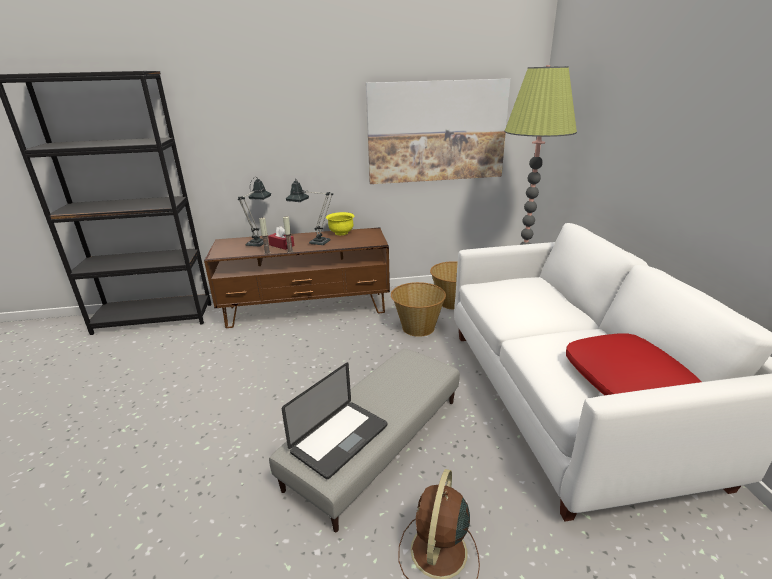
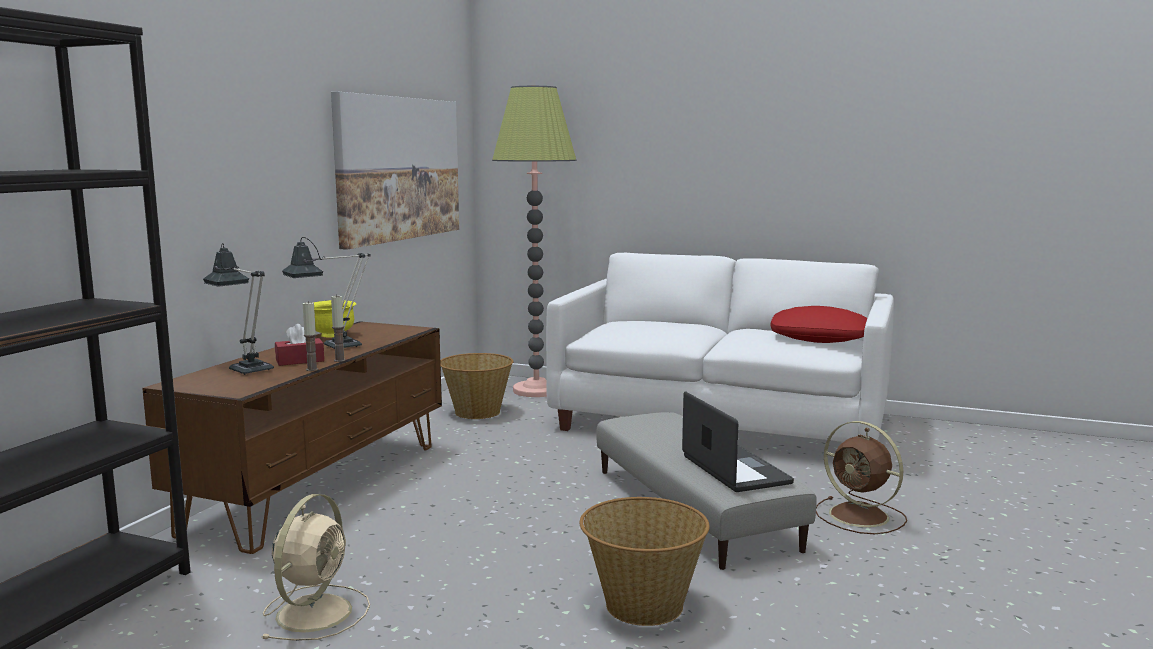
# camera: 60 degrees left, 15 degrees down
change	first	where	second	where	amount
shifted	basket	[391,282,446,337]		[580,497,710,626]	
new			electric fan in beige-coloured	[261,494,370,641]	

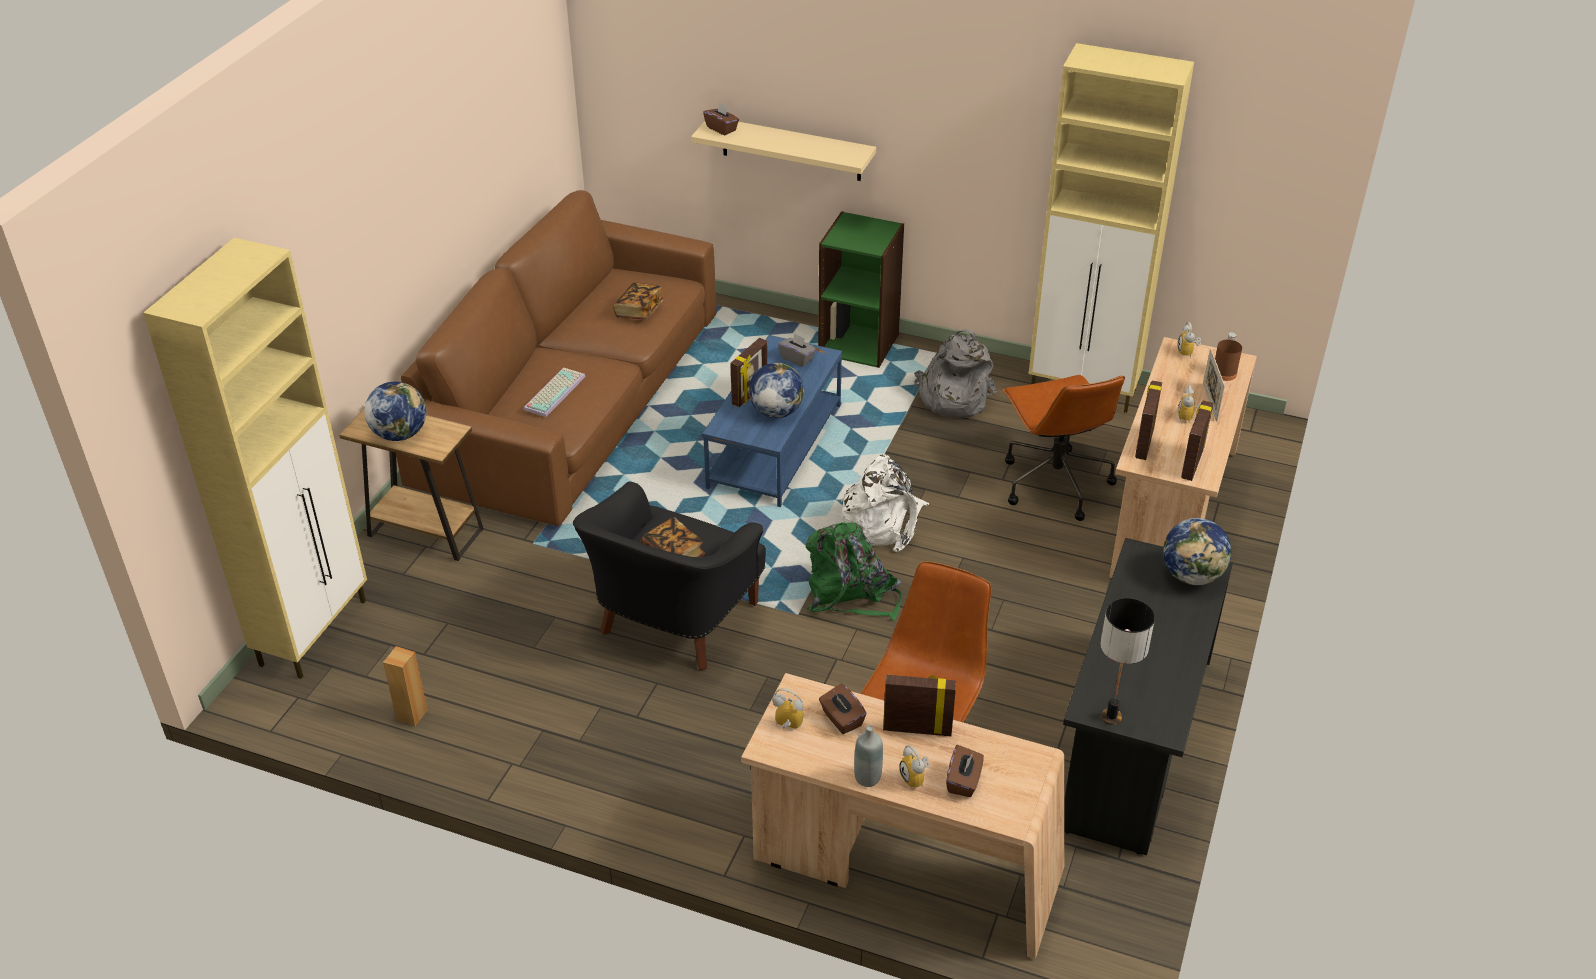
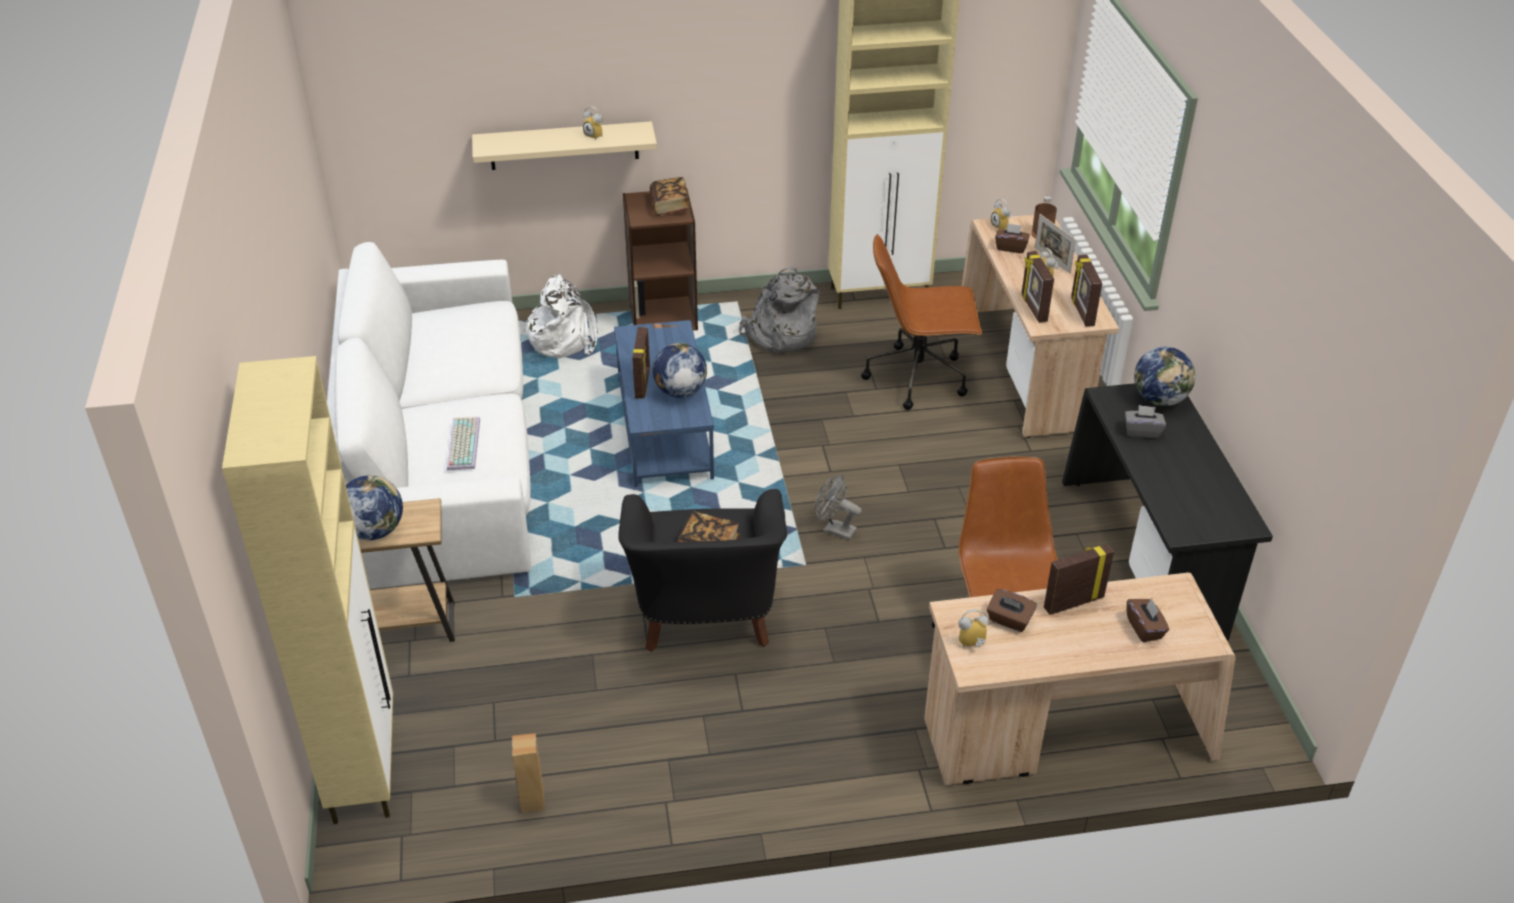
# camera: 30 degrees left, 0 degrees up
change	first	where	second	where	amount
repainted	settee in brown-coloured	[396,190,716,526]	settee in white	[327,242,531,589]	
shifted	volume	[613,283,664,320]		[650,177,690,216]	
shifted	tissue holder in brown-coloured	[703,102,739,135]		[995,223,1030,253]	
shifted	tissue holder in gray	[778,333,816,367]		[1125,405,1166,438]	
swapped	backpack in green-coloured	[806,522,901,620]	electric fan in gray	[815,475,862,540]	
repainted	shelving unit in green-coloured	[818,211,904,368]	shelving unit in brown-coloured	[623,188,698,331]	
shifted	backpack in white	[841,454,930,552]		[522,274,598,359]	
gone	drink bottle in gray	[854,725,883,787]			
shifted	alarm clock	[899,745,930,788]		[583,106,603,140]	
rotated	office chair in brown-coloured	[1003,375,1125,521]		[861,234,982,410]	135 degrees clockwise
gone	lamp for a table	[1100,598,1155,725]			

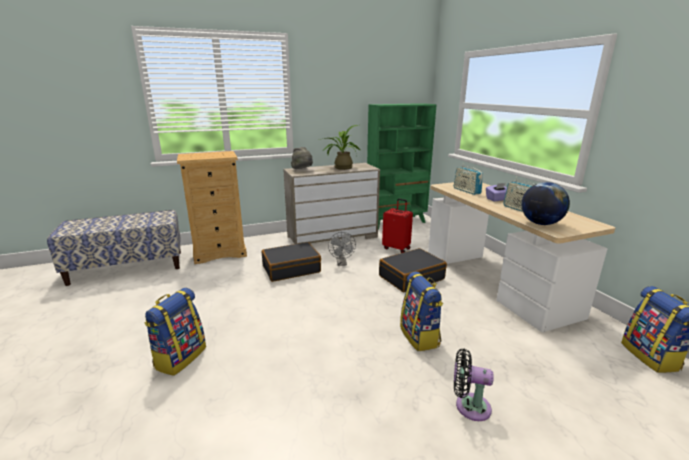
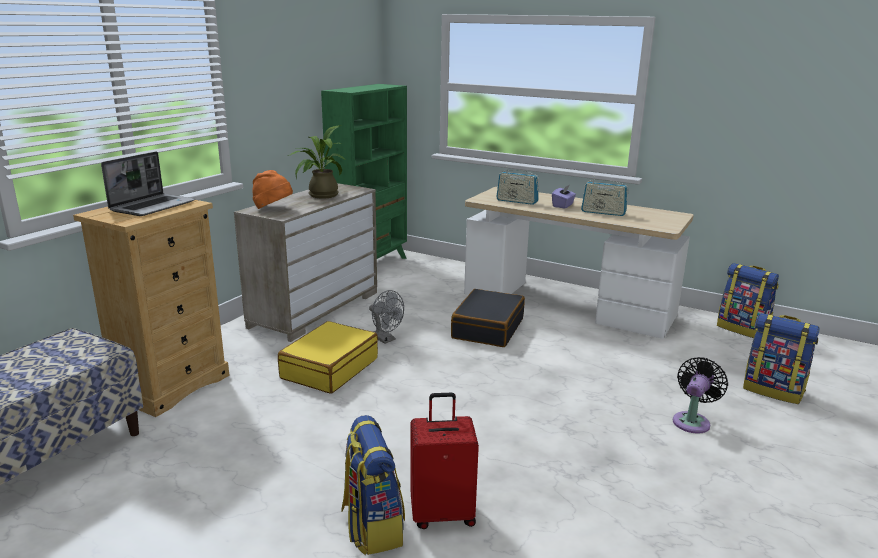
# camera: 40 degrees left, 0 degrees up
change	first	where	second	where	amount
repainted	piece of luggage in black	[261,242,321,282]	piece of luggage in yellow-coloured	[278,321,378,394]	
repainted	hat in gray	[291,147,313,169]	hat in orange	[252,170,293,209]	
shifted	piece of luggage in red	[382,199,413,253]		[410,393,479,529]	
shifted	backpack	[400,272,443,351]		[743,313,820,404]	
rotated	electric fan in black	[454,349,494,421]		[673,357,728,434]	150 degrees clockwise
gone	globe	[521,182,570,225]			
new			portable computer	[101,152,195,216]	

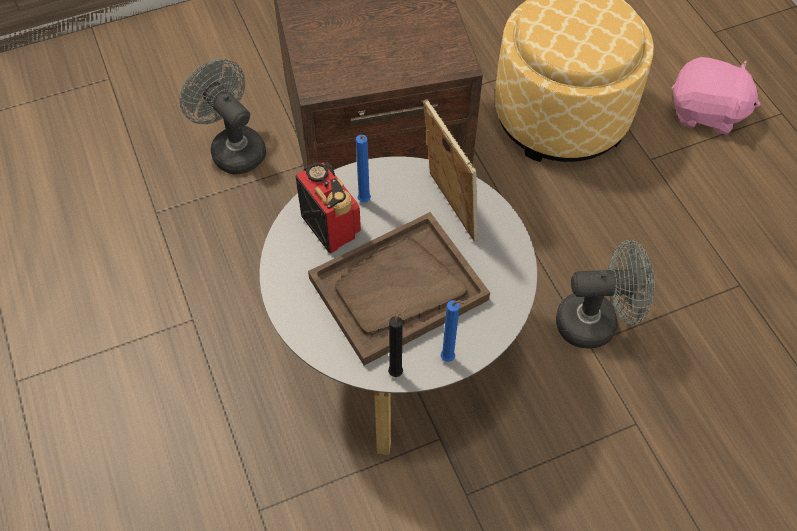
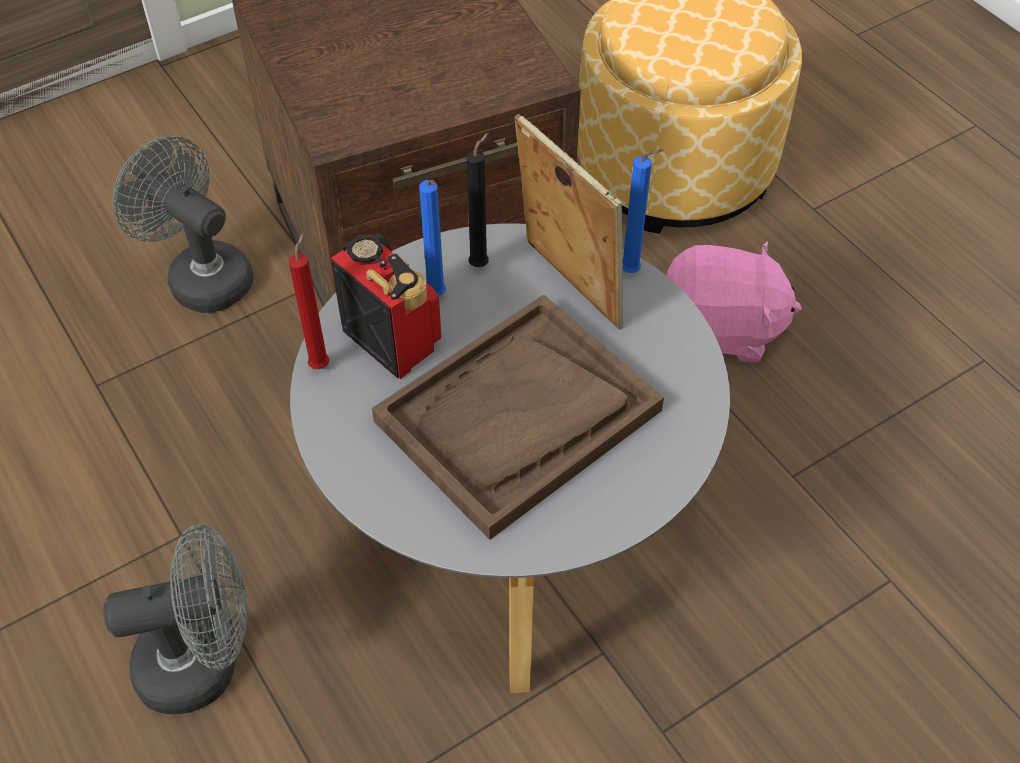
# camera: 10 degrees left, 5 degrees down
change	first	where	second	where	amount
shifted	wax candle in black	[388,308,407,377]		[467,133,489,267]	
shifted	wax candle in blue-coloured	[441,300,467,362]		[622,149,663,273]	
shifted	electric fan in gray	[556,240,655,349]		[103,525,247,714]	
shifted	cuddly toy in pinkish	[672,57,761,135]		[666,242,802,362]	
new			wax candle in red	[289,232,330,369]	

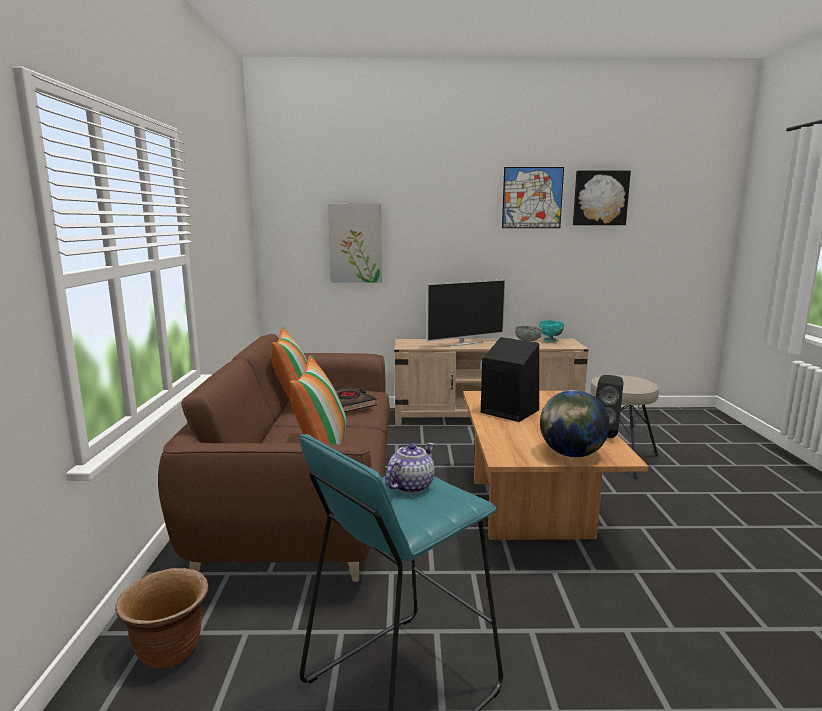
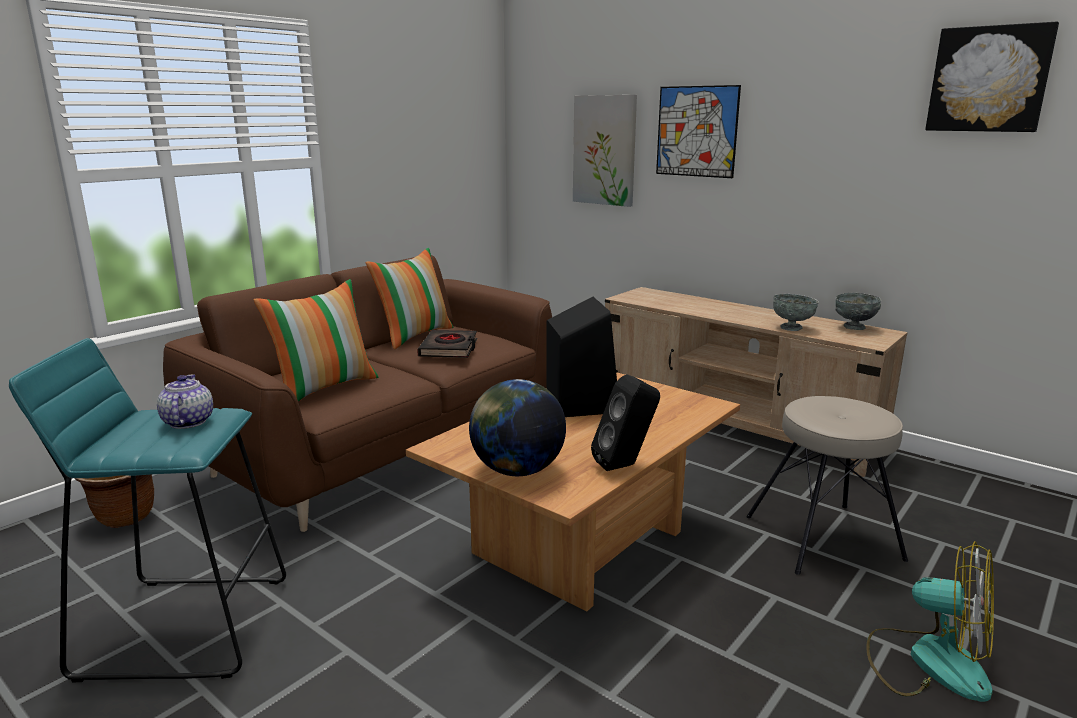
# camera: 40 degrees right, 5 degrees up
change	first	where	second	where	amount
rotated	pot for tea	[385,443,435,494]		[157,374,213,429]	90 degrees counterclockwise
gone	TV	[427,279,506,347]			
shifted	wall picture	[502,167,564,228]		[656,85,741,178]	
repainted	deep dish in blue-green	[539,320,564,342]	deep dish in gray	[835,292,881,330]	
new			electric fan	[866,541,994,702]	

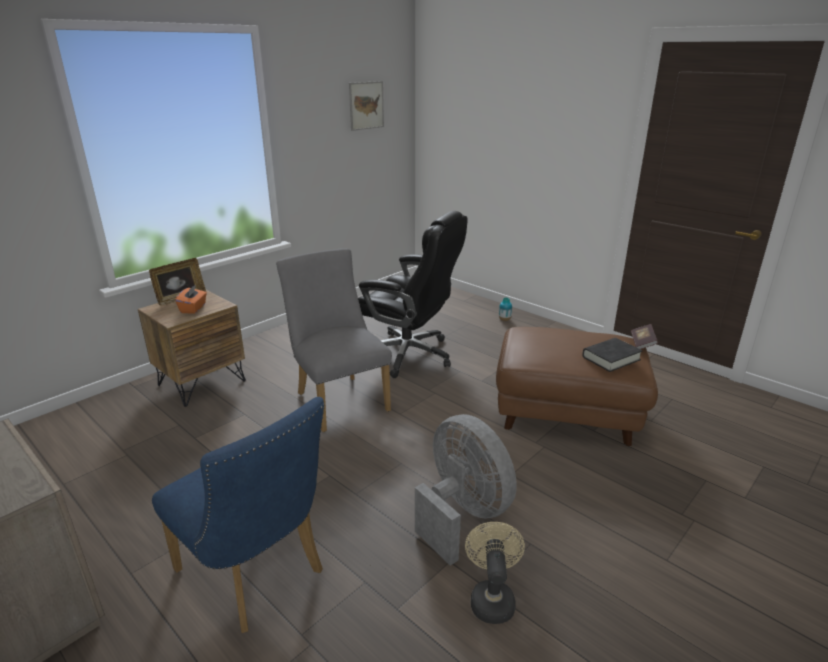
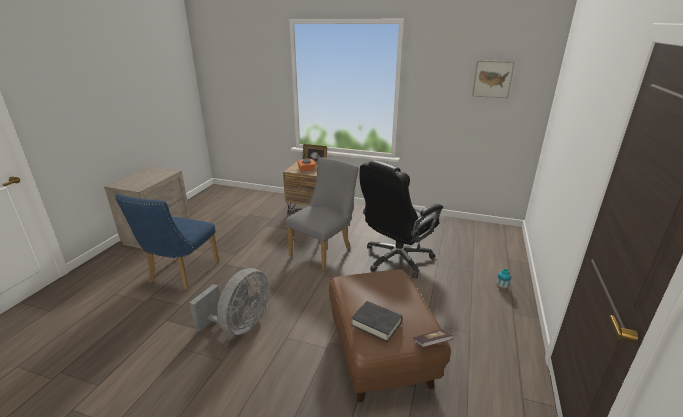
# camera: 65 degrees right, 0 degrees up
change	first	where	second	where	amount
rotated	office chair in black	[358,211,468,378]		[360,160,443,279]	45 degrees clockwise
gone	electric fan in beige-coloured	[465,522,525,624]			

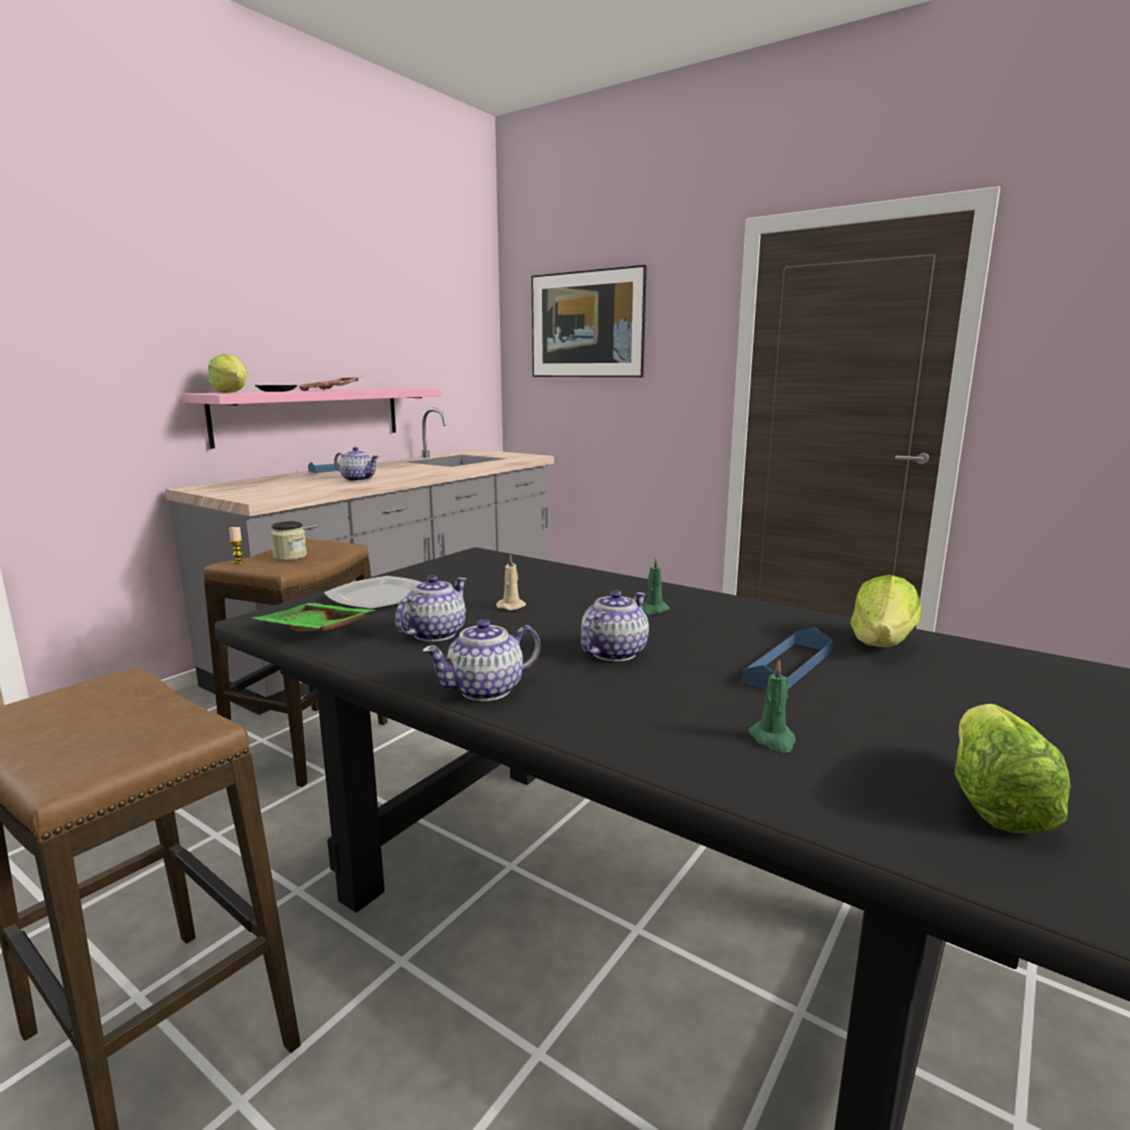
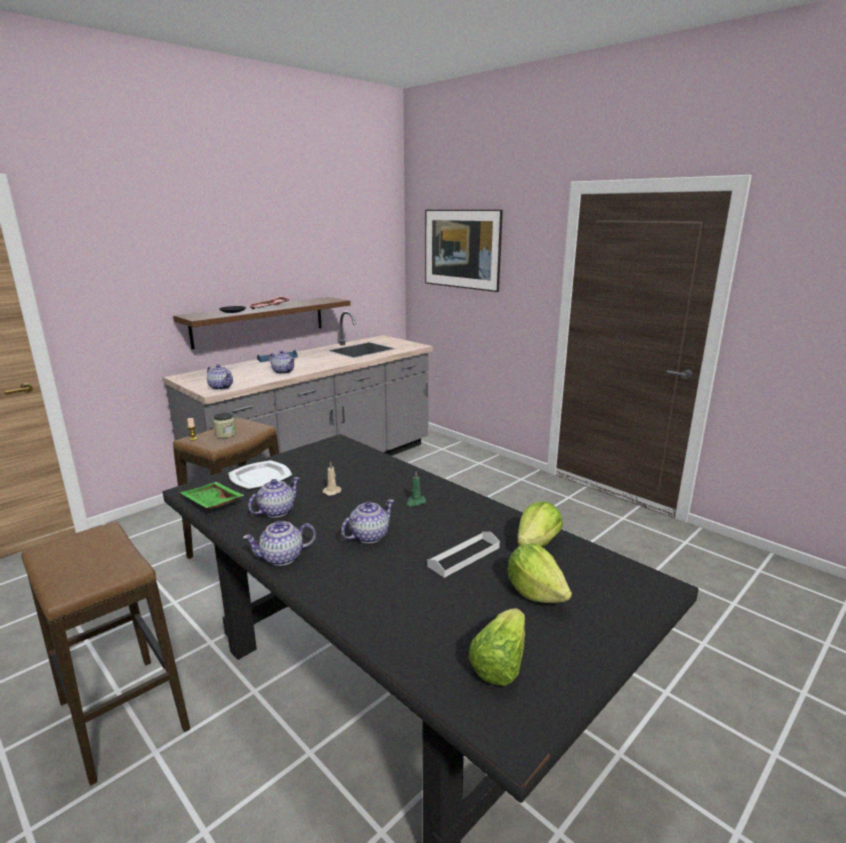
# camera: 10 degrees right, 5 degrees up
change	first	where	second	where	amount
repainted	shelf in pinkish	[182,388,441,449]	shelf in brown-coloured	[173,297,351,349]	
shifted	lettuce	[208,354,247,393]		[507,543,572,603]	
repainted	serving tray in blue-coloured	[742,627,833,689]	serving tray in white	[427,532,500,578]	
gone	wax candle in green-coloured	[748,660,796,753]			
new			pot for tea	[207,364,233,390]	

